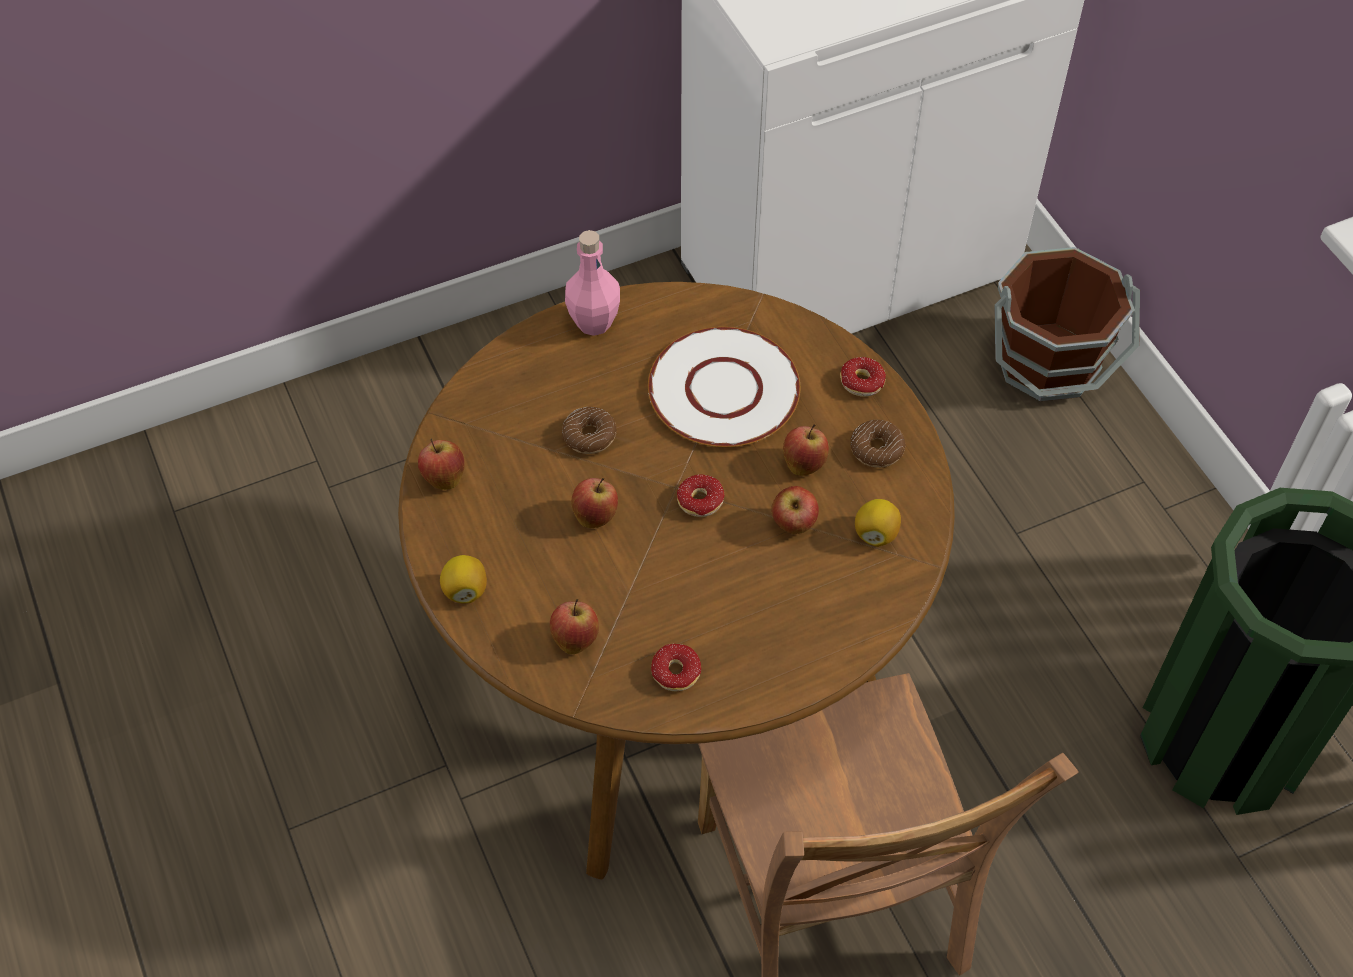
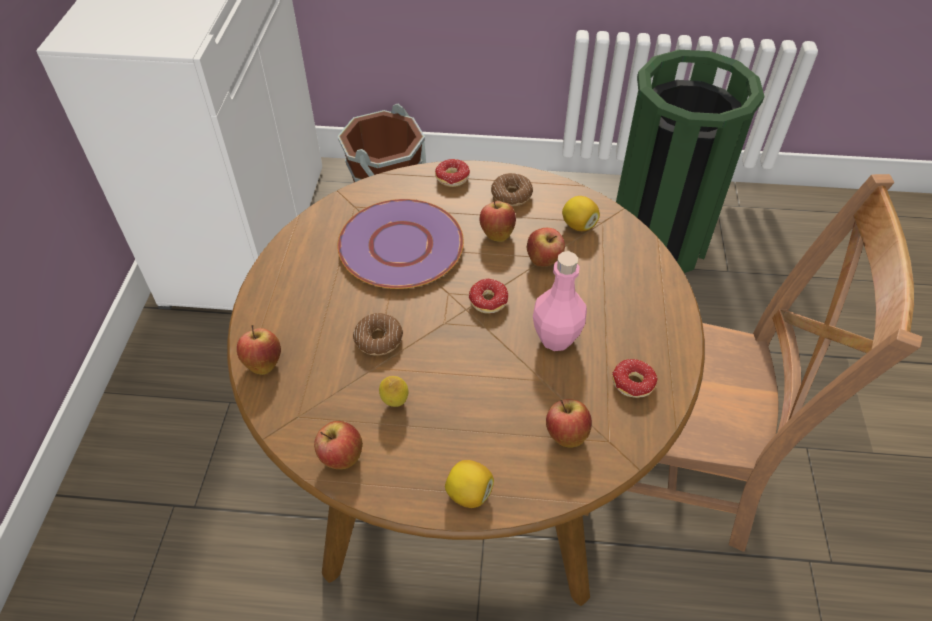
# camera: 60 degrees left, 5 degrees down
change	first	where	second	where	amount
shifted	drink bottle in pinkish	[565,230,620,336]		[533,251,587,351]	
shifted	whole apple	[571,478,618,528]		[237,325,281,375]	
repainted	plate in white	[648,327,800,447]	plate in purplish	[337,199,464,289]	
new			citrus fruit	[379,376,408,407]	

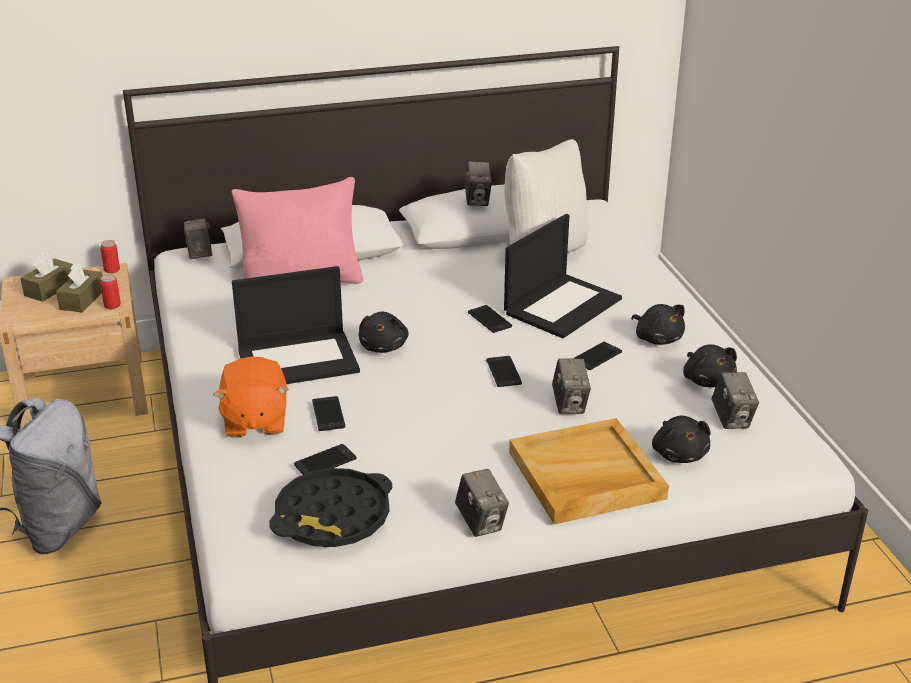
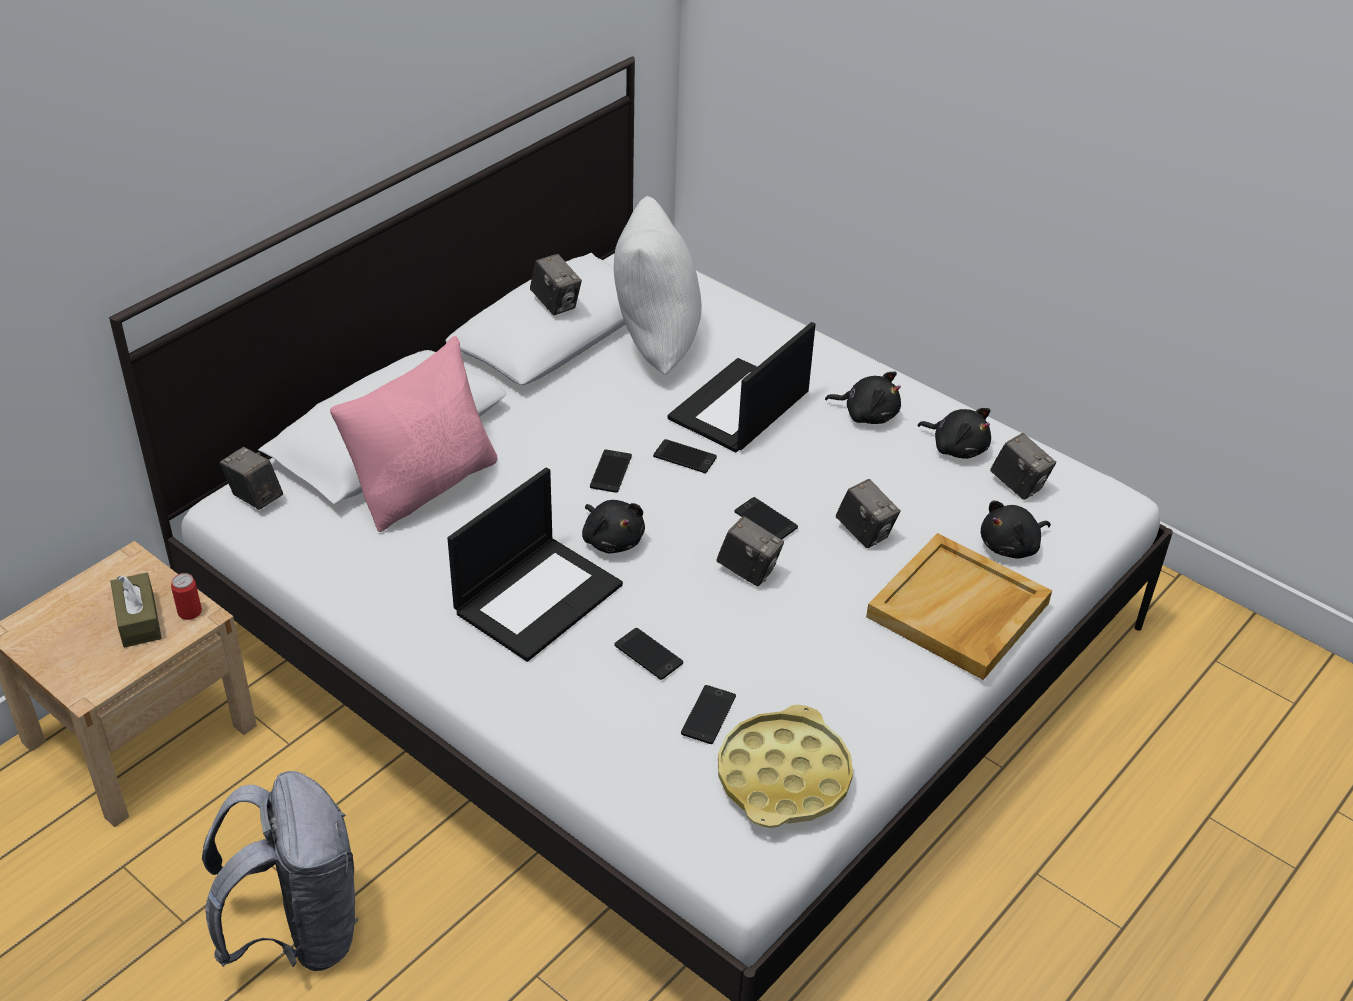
# camera: 35 degrees left, 10 degrees up
change	first	where	second	where	amount
gone	tissue holder in brown-coloured	[20,252,73,302]			
gone	sealed can	[100,240,120,273]			
gone	cuddly toy in orange	[213,357,289,438]			
repainted	serving tray in black	[269,468,392,548]	serving tray in yellow-coloured	[718,705,853,828]	
shifted	still camera	[455,469,509,537]		[717,516,784,586]	
rotated	portable computer	[504,214,622,338]		[667,322,816,452]	150 degrees counterclockwise
shifted	telephone	[573,342,622,370]		[590,450,632,493]	
rotated	cuddly toy in black	[652,416,711,463]		[981,501,1051,558]	105 degrees clockwise

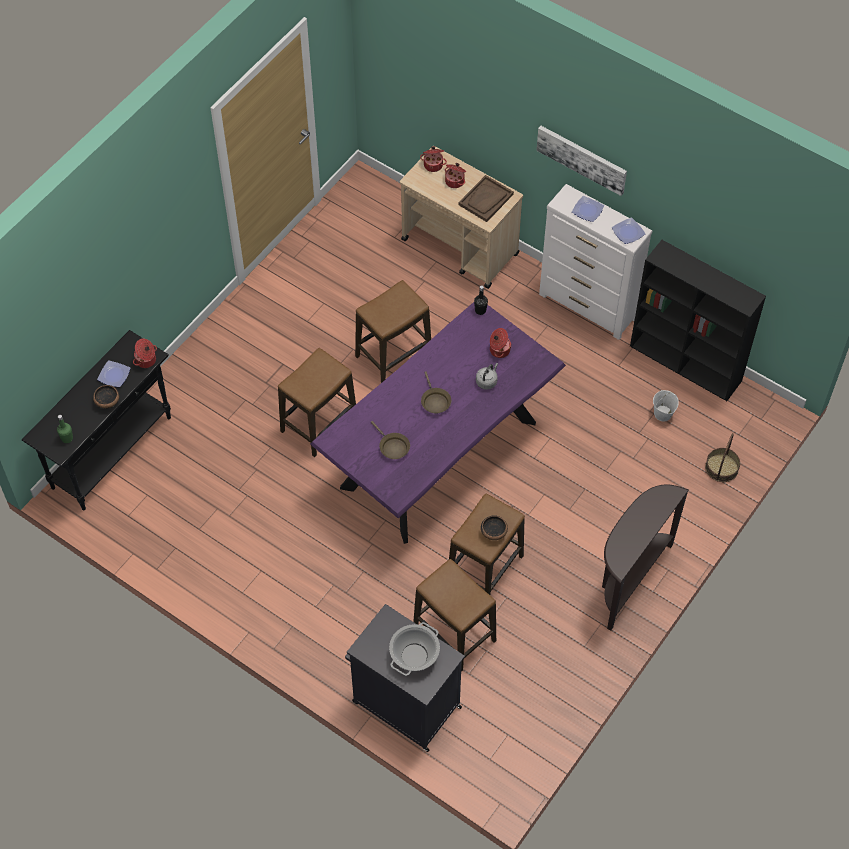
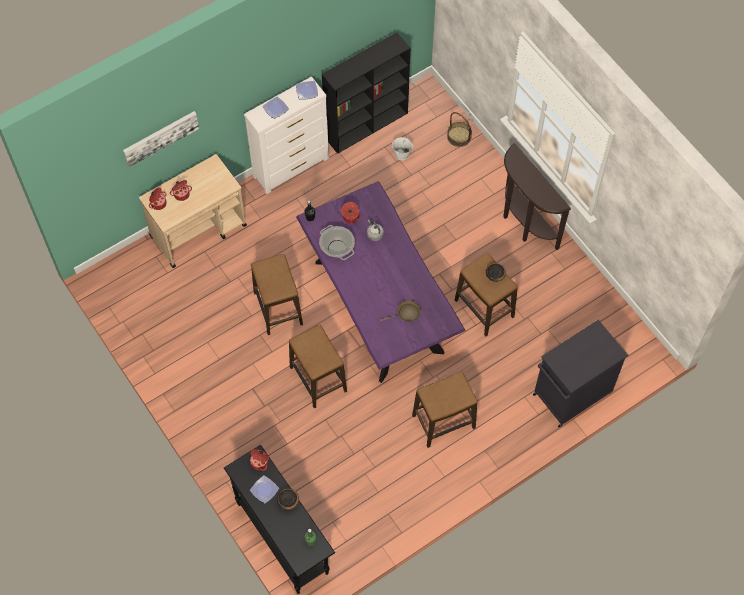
# camera: 70 degrees left, 5 degrees up
change	first	where	second	where	amount
shifted	saucepot	[389,622,440,676]		[319,225,355,260]	
shifted	stool	[413,559,496,672]		[412,371,478,448]	
gone	skillet in brown-coloured	[421,371,451,414]			
gone	serving tray in brown-coloured	[459,175,514,222]			
shifted	wall picture	[536,126,627,196]		[123,111,199,167]	

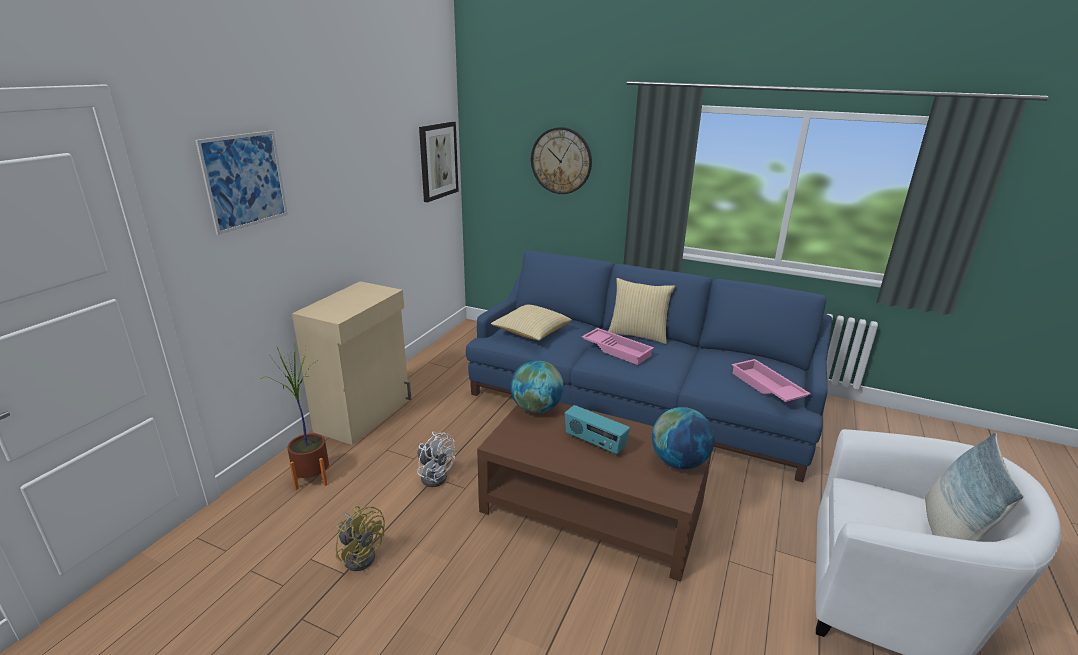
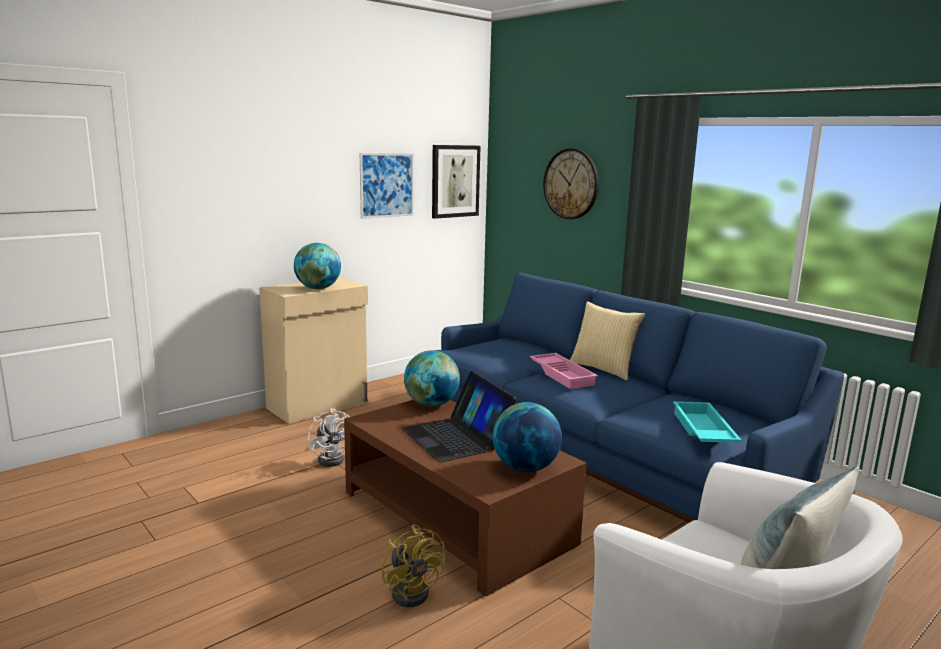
# camera: 25 degrees right, 10 degrees down
change	first	where	second	where	amount
shifted	wall picture	[195,130,288,235]		[360,153,413,219]	
gone	plant in a pot	[261,342,330,490]			
shifted	electric fan in yellow-coloured	[336,506,385,571]		[382,524,446,607]	
gone	throw pillow	[491,305,572,341]			
swapped	radio receiver	[565,405,630,455]	portable computer	[402,371,516,462]	
repainted	serving tray in pinkish	[732,359,811,402]	serving tray in blue-green	[673,402,741,443]	
new			globe	[294,243,341,289]	

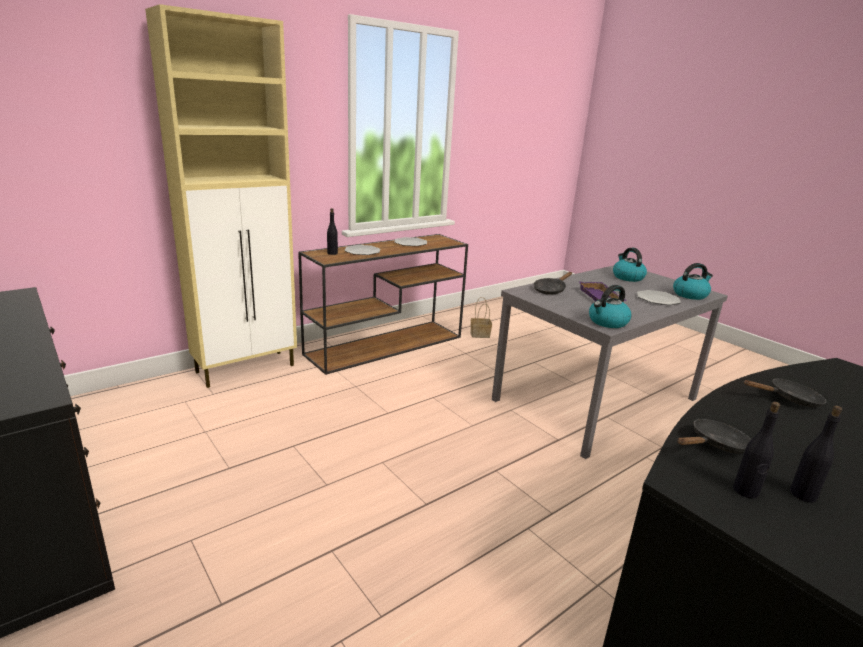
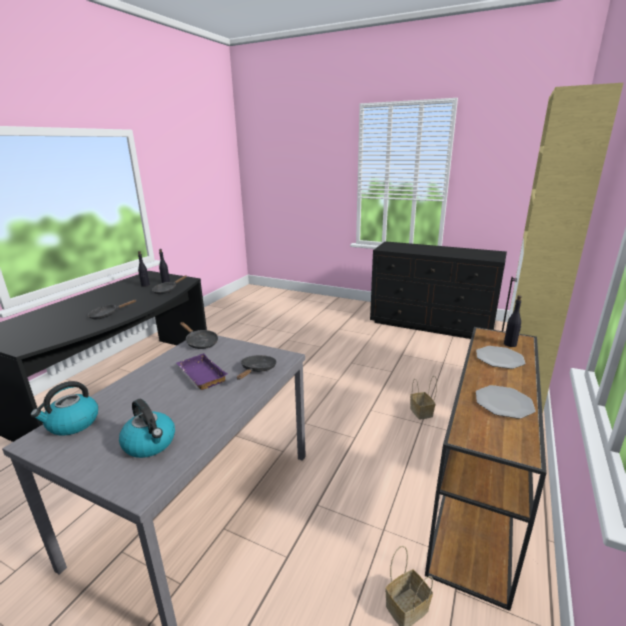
# camera: 155 degrees right, 0 degrees up
change	first	where	second	where	amount
swapped	tea kettle	[589,285,631,328]	skillet in black	[180,322,218,349]	
gone	plate	[637,290,681,305]			
new			basket	[410,376,437,420]	

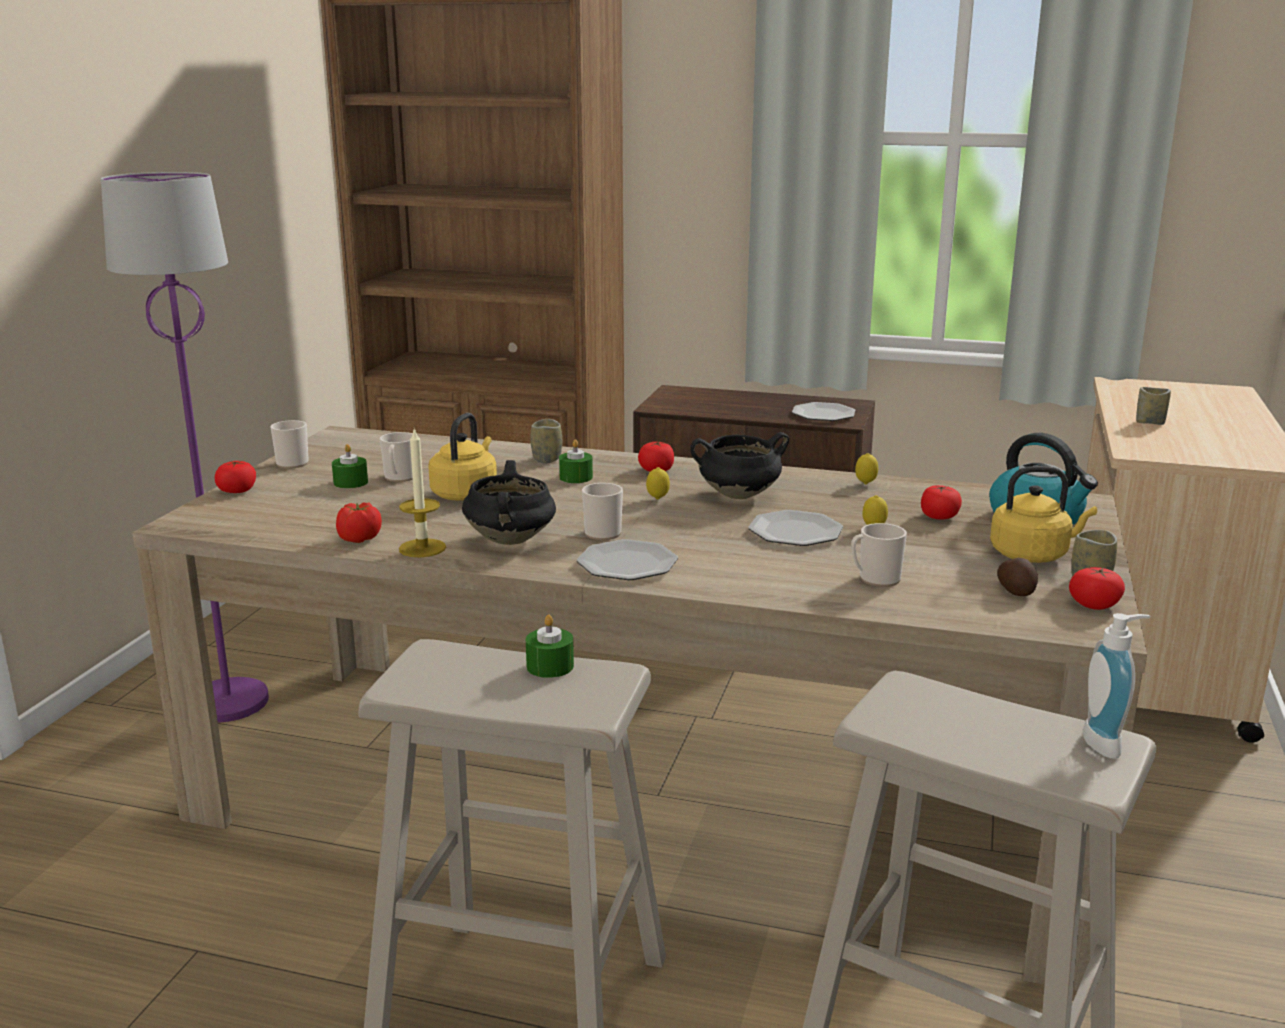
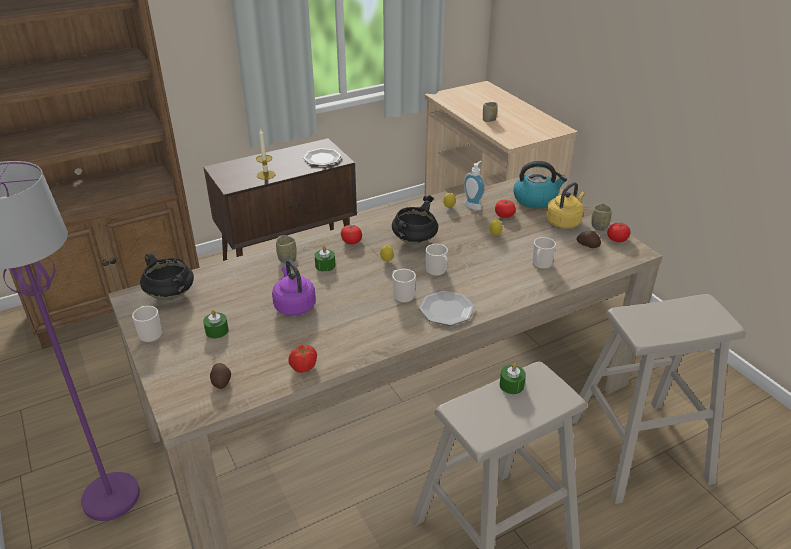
# camera: 45 degrees left, 15 degrees up
change	first	where	second	where	amount
gone	tomato	[215,461,256,493]			
shifted	mug	[380,432,413,482]		[426,244,448,276]	
shifted	wax candle	[399,428,446,557]		[256,128,276,180]	
repainted	tea kettle in yellow-coloured	[428,413,497,501]	tea kettle in purplish	[272,260,316,316]	
shifted	saucepot in black	[462,460,556,545]		[140,253,194,301]	
gone	plate	[748,510,843,546]			
shifted	soap bottle	[1082,613,1151,759]		[464,161,485,210]	
new			whole potato	[210,363,231,389]	

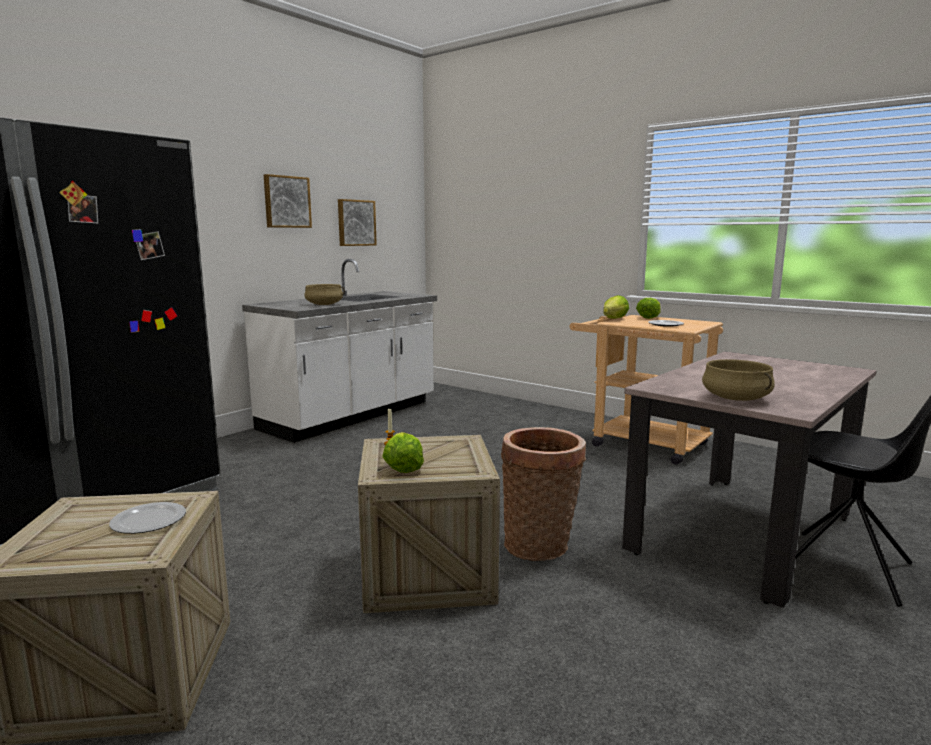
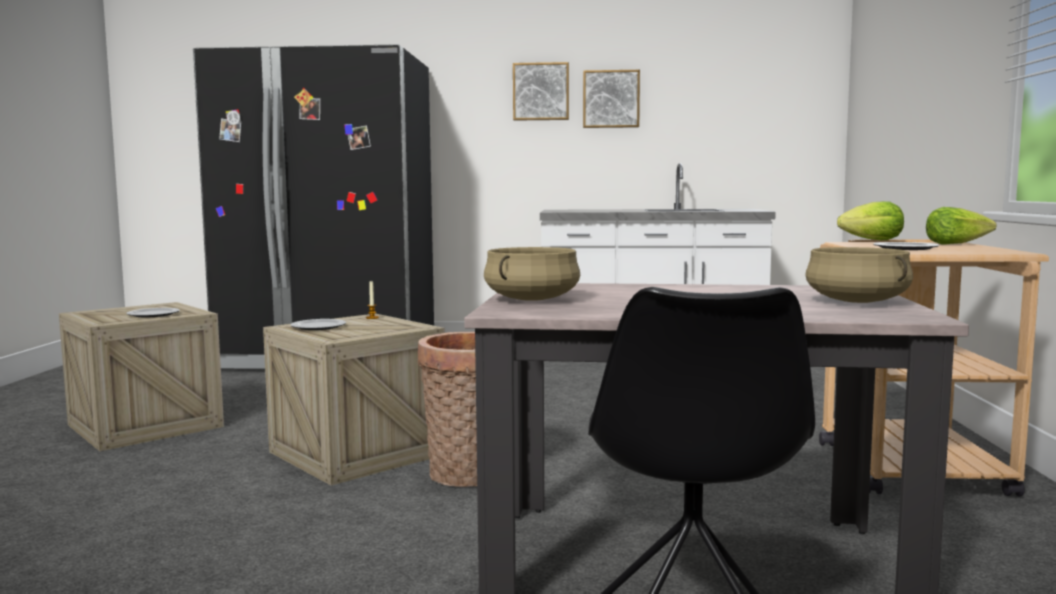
# camera: 55 degrees right, 5 degrees down
change	first	where	second	where	amount
shifted	saucepot in beige-coloured	[304,284,345,305]		[805,247,913,303]	
shifted	wall picture	[338,199,377,246]		[513,62,569,121]	
swapped	lettuce	[383,432,424,473]	plate	[291,319,346,330]	

